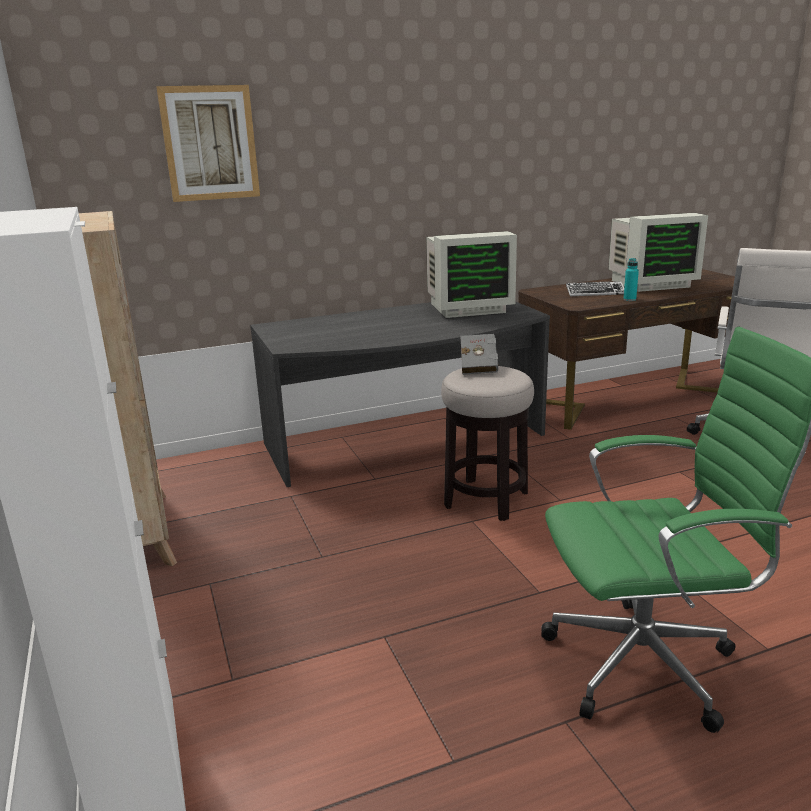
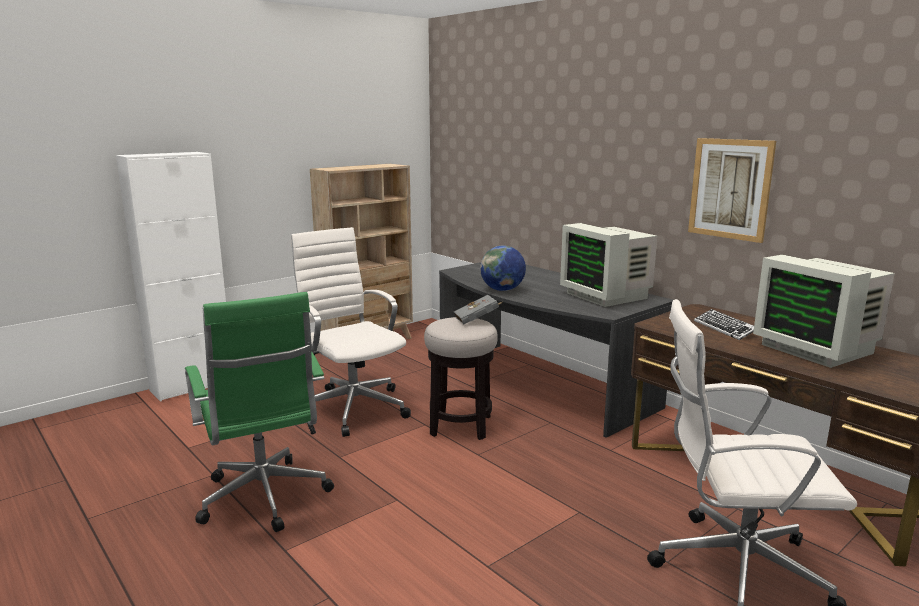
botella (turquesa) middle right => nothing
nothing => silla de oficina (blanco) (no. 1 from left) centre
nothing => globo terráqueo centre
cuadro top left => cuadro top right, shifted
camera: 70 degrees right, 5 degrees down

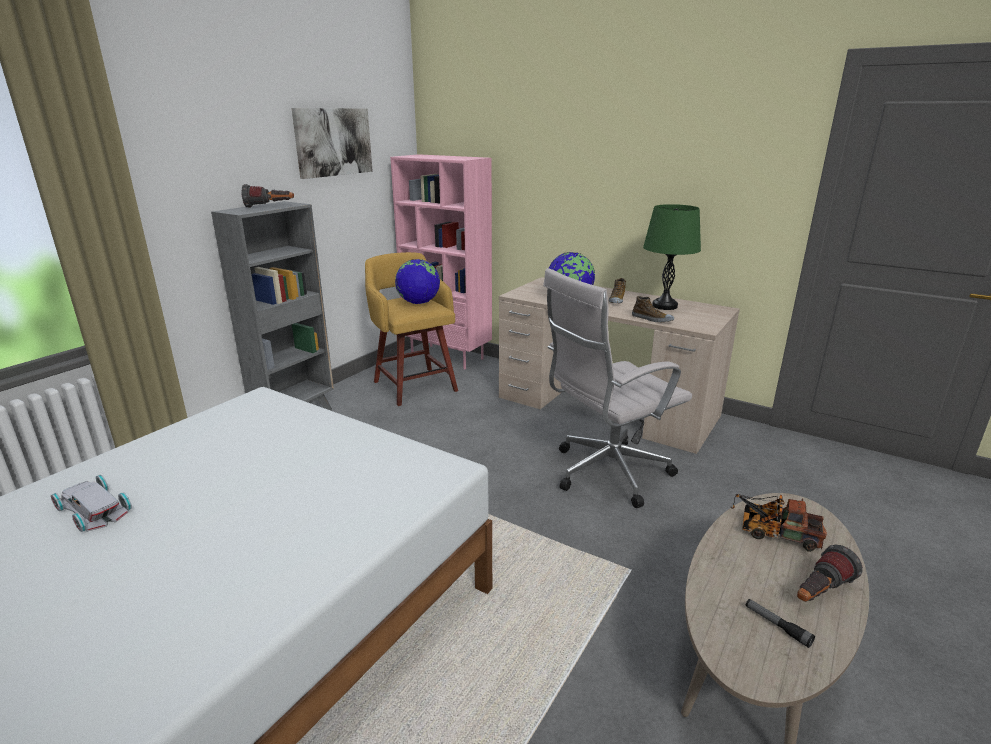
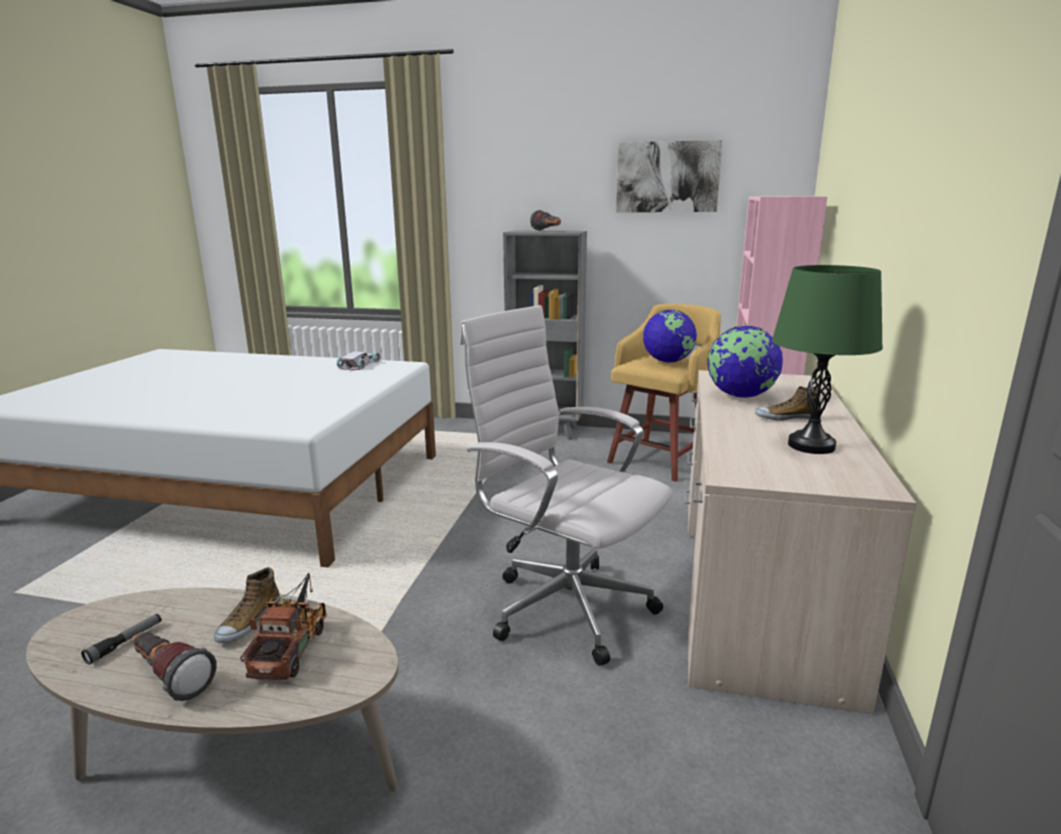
coche de juguete (blanco) bottom left => coche de juguete (blanco) centre, shifted
zapato (no. 2 from left in the first image) centre => zapato (no. 1 from left) bottom left, shifted
camera: 70 degrees right, 5 degrees down

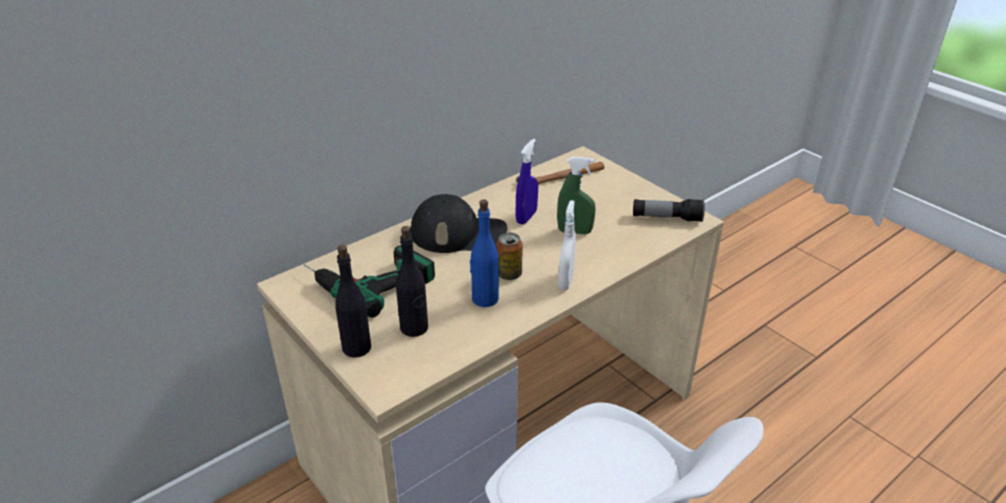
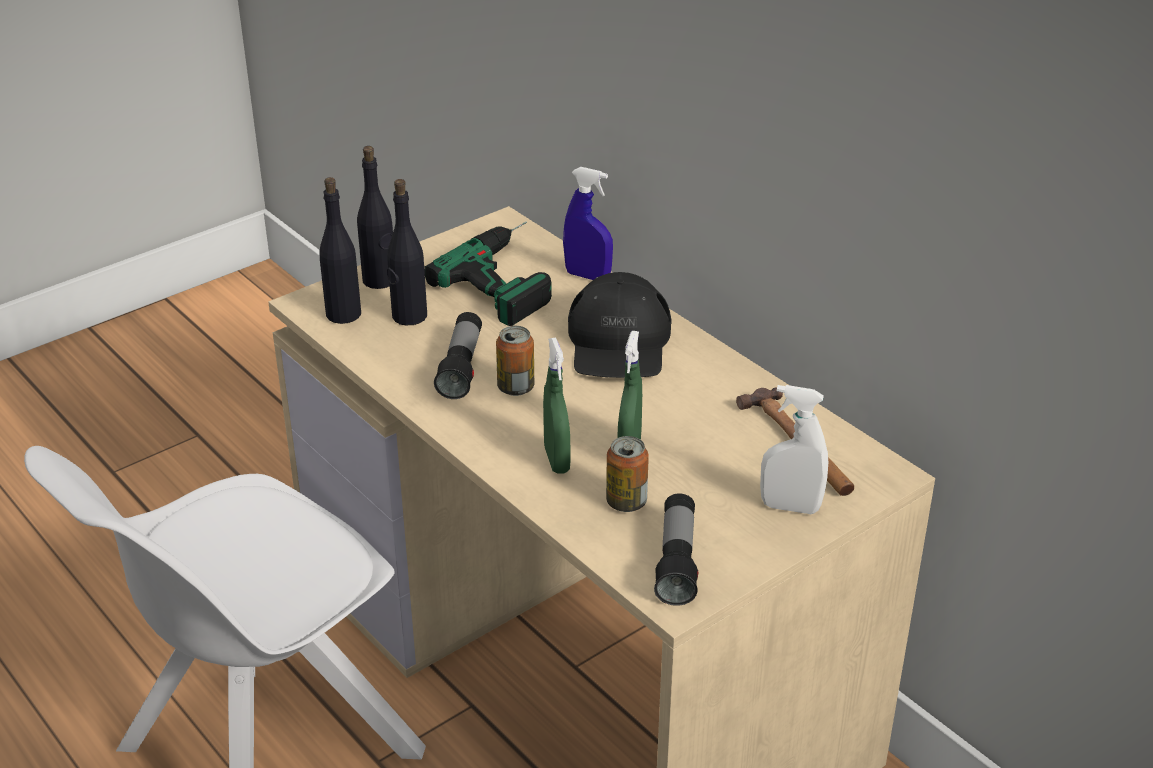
nothing => botella (negro) (no. 1 from left) top left
nothing => pulverizador (verde) (no. 1 from left) centre
nothing => lata (no. 2 from left) centre
pulverizador (azul) centre => pulverizador (azul) top centre, shifted
pulverizador (blanco) centre => pulverizador (blanco) middle right, shifted
botella (azul) centre => linterna (no. 1 from left) centre
camera: 90 degrees right, 0 degrees up

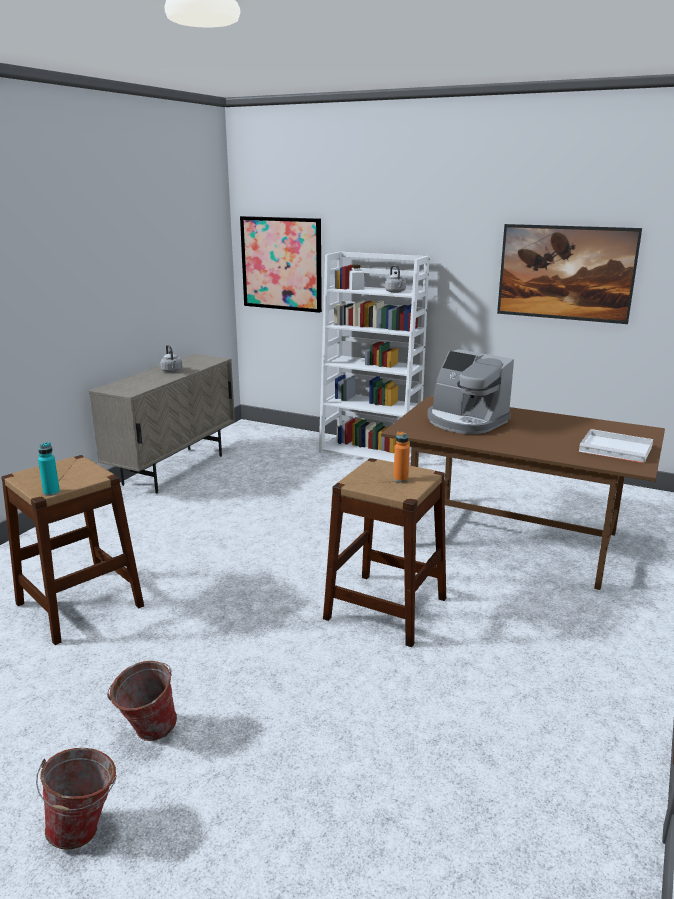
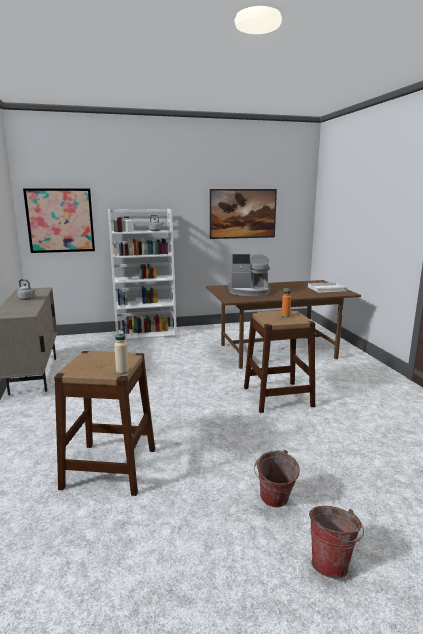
botella (turquesa) middle left => botella (beis) middle left
camera: 40 degrees left, 5 degrees down

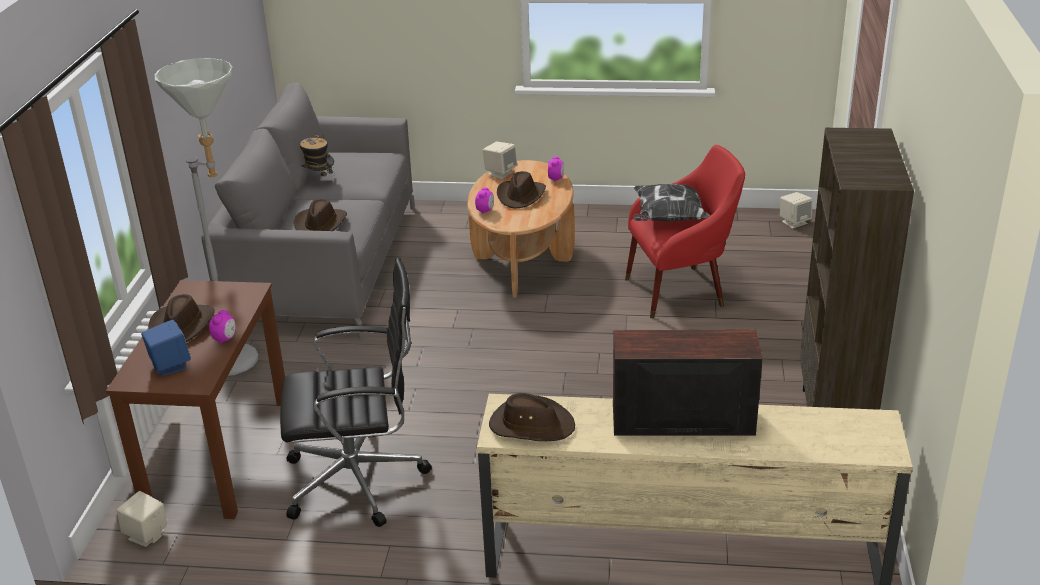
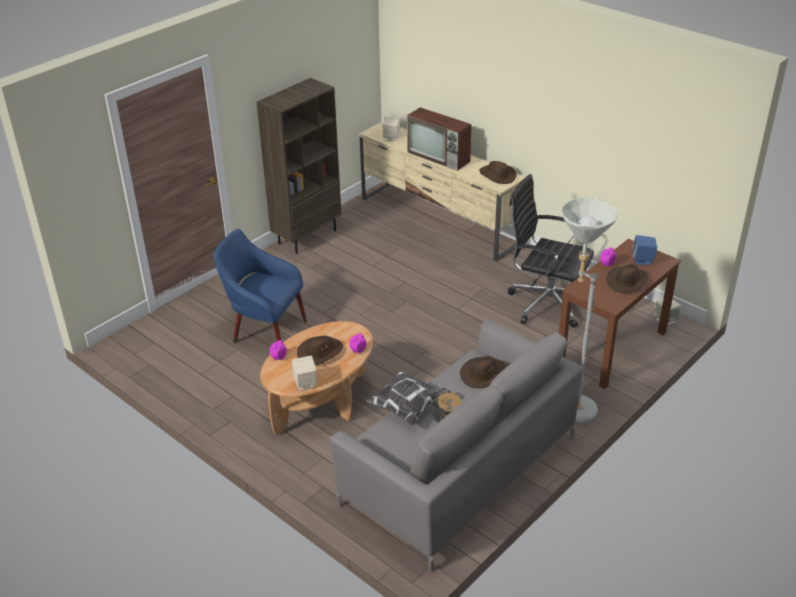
cojín centre => cojín bottom centre, shifted
altavoz (beis) (no. 3 from left in the first image) middle right => altavoz (beis) (no. 2 from left) top centre, shifted
sillón (rojo) centre => sillón (azul) middle left
camera: 145 degrees left, 5 degrees up

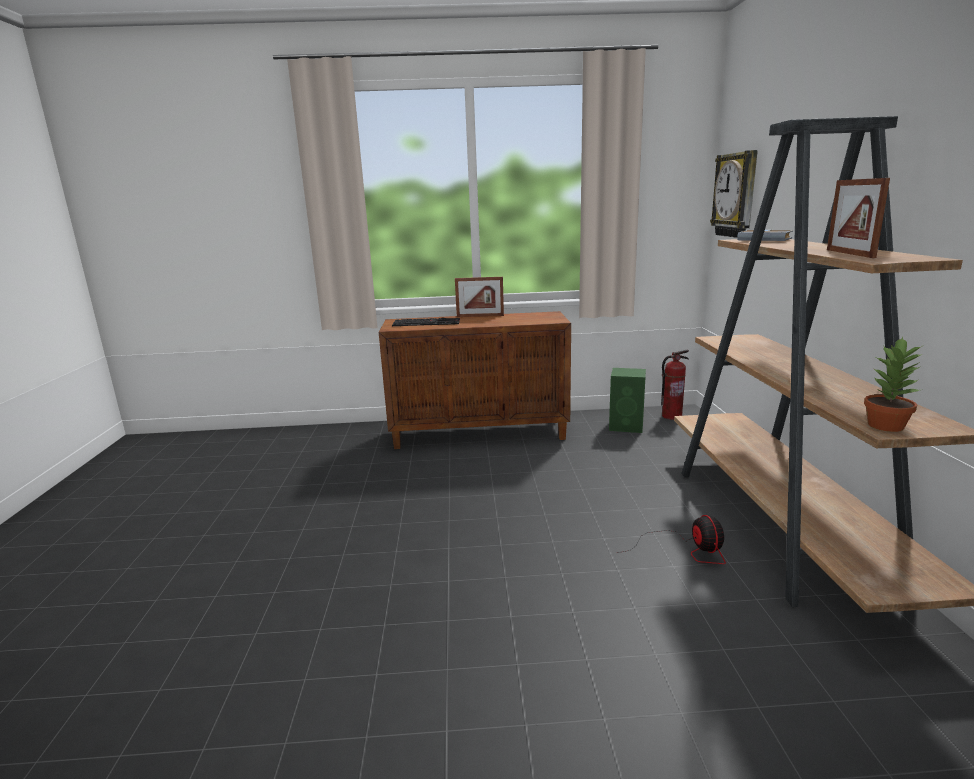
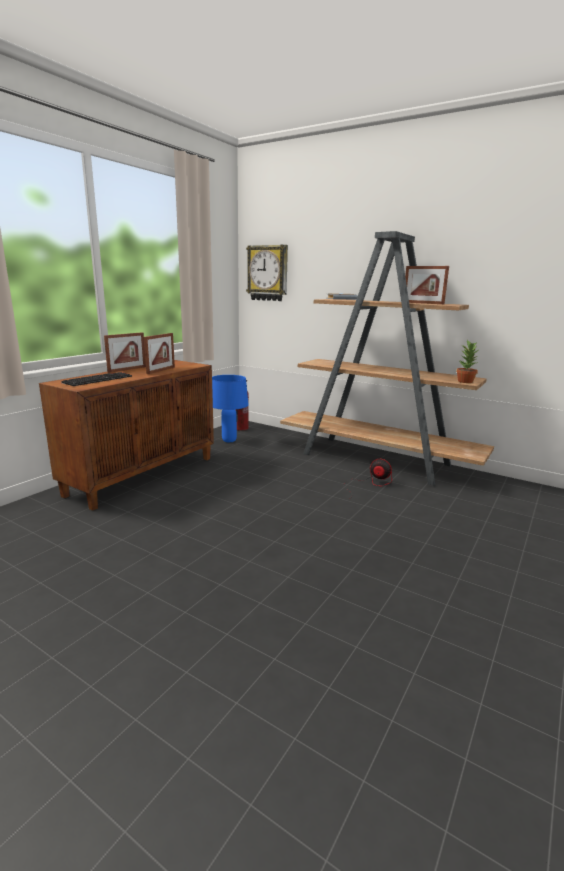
nothing => portarretratos (no. 2 from left) middle left
altavoz (verde) centre => lámpara de mesa (azul) centre
camera: 55 degrees left, 0 degrees up

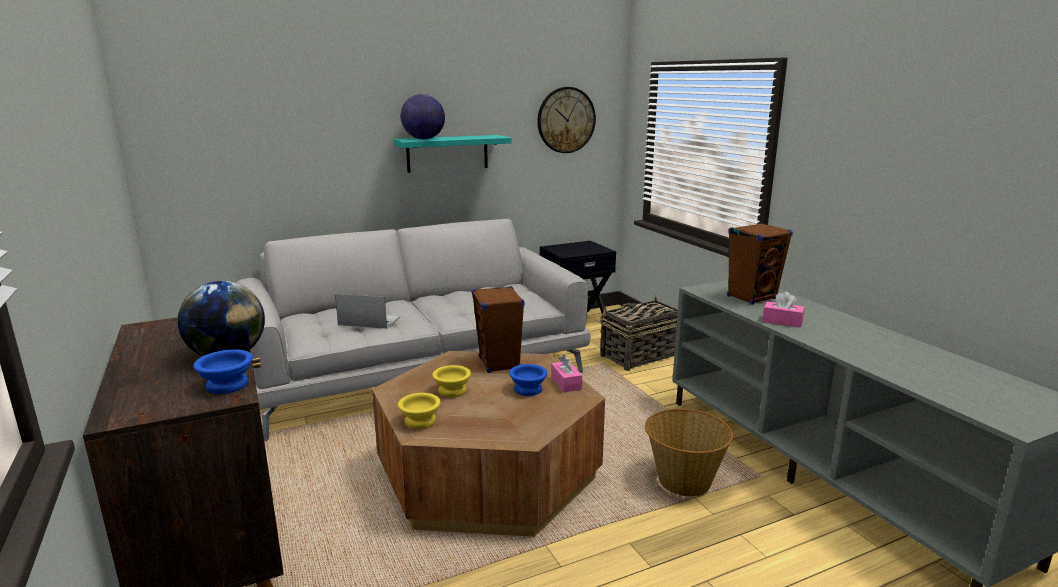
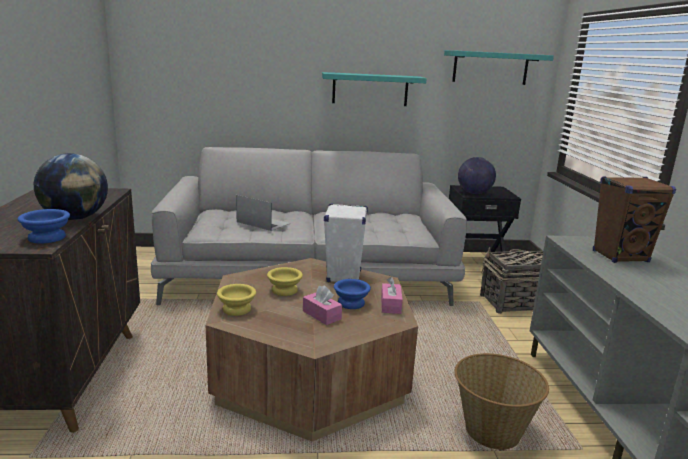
globo terráqueo (no. 2 from left) top centre => globo terráqueo (no. 2 from left) middle right, shifted
caja de pañuelos (rosa) (no. 2 from left in the first image) middle right => caja de pañuelos (rosa) (no. 1 from left) centre, shifted
reloj de pared top centre => estante (turquesa) (no. 2 from left) top right
altavoz (marrón) (no. 1 from left) centre => altavoz (blanco) centre
camera: 20 degrees right, 0 degrees up

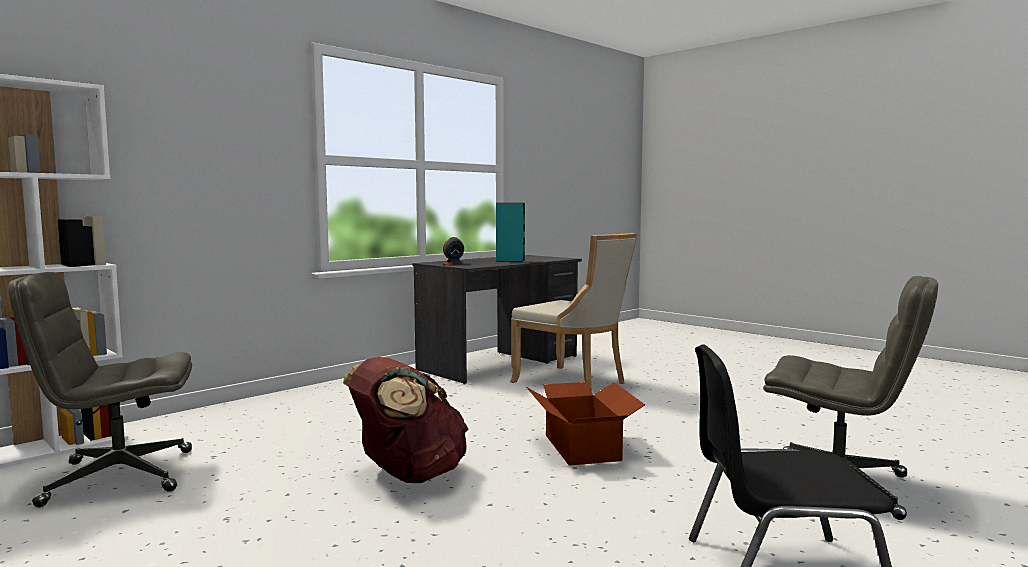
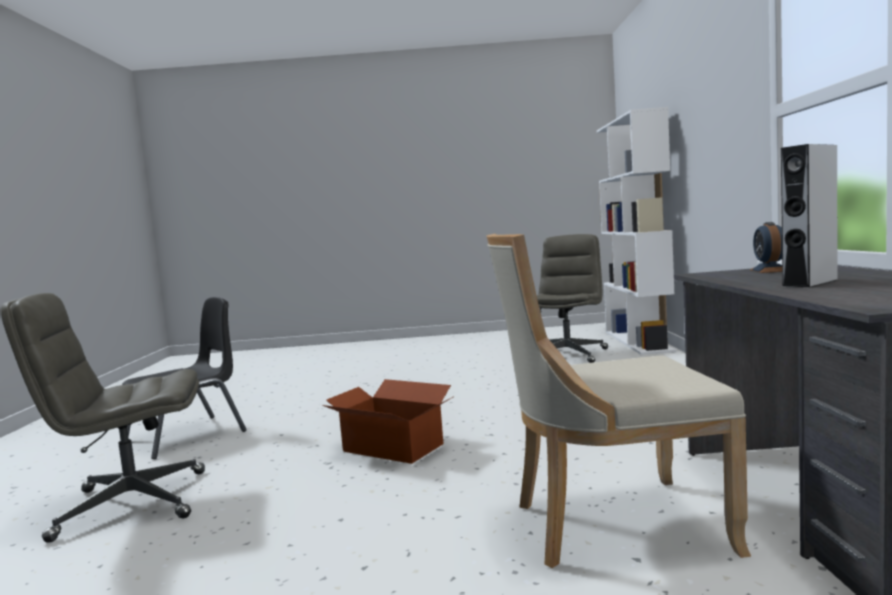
mochila (marrón) bottom centre => nothing
altavoz (turquesa) centre => altavoz (gris) middle right
camera: 135 degrees right, 0 degrees up

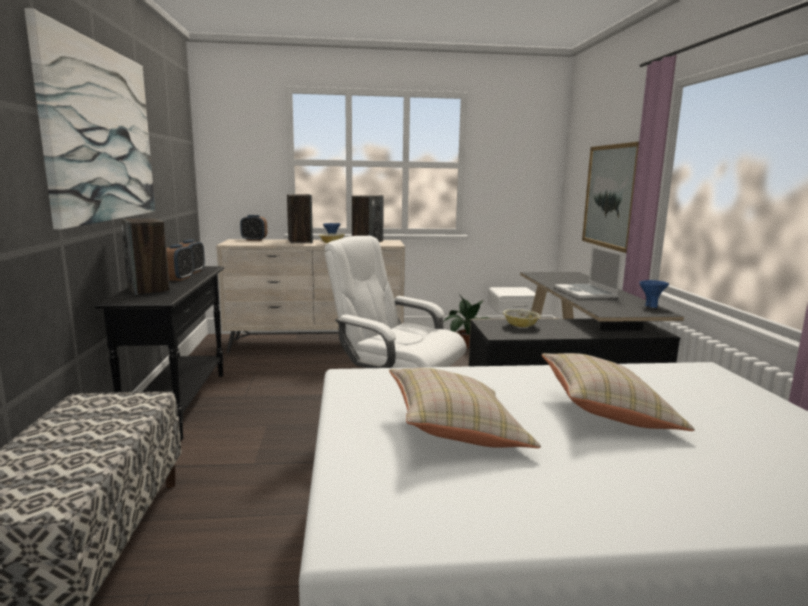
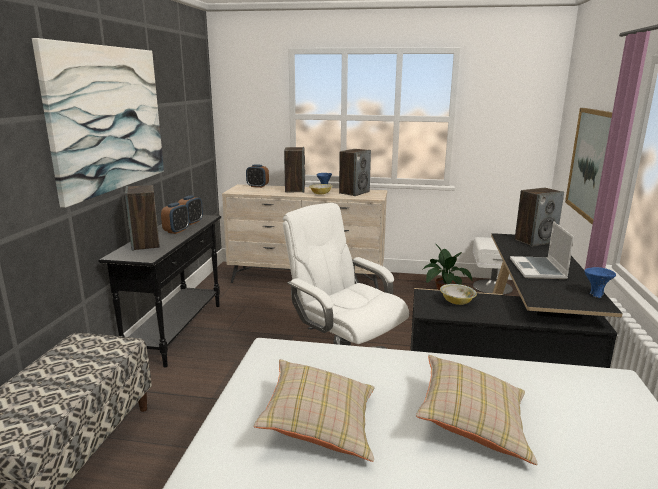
nothing => altavoz (no. 4 from left) middle right
camera: 15 degrees right, 5 degrees up

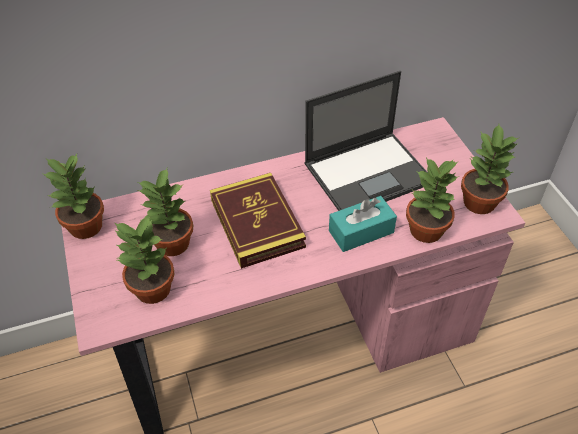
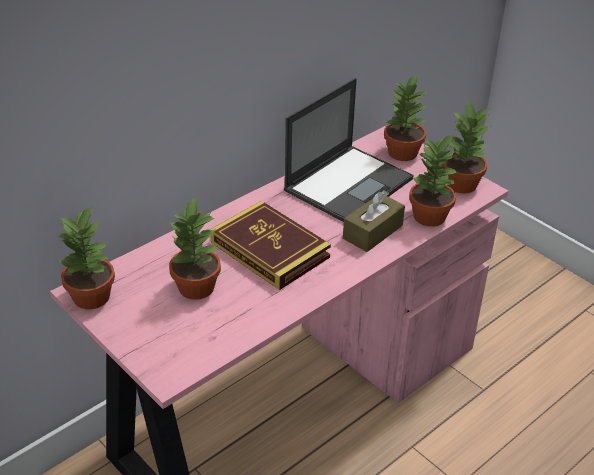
planta en maceta (no. 2 from left in the first image) middle left => planta en maceta (no. 3 from left) top right, shifted
caja de pañuelos (turquesa) centre => caja de pañuelos (marrón) centre
camera: 25 degrees left, 10 degrees down

